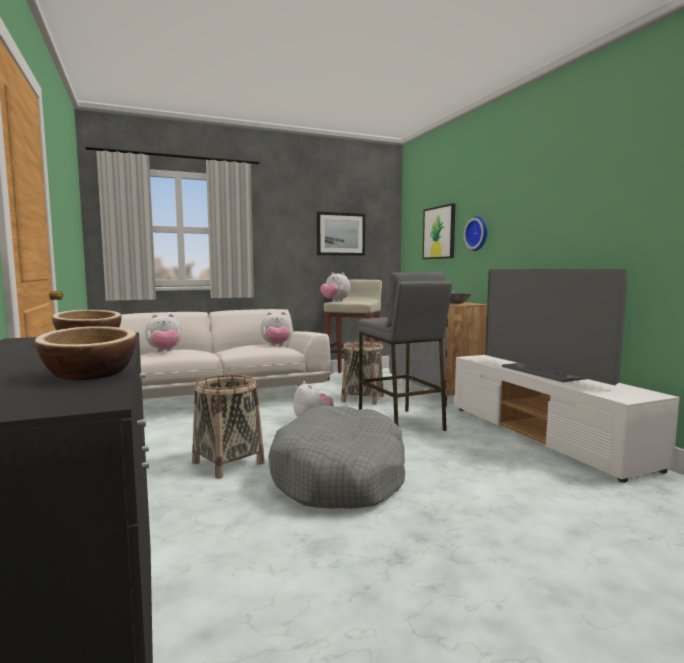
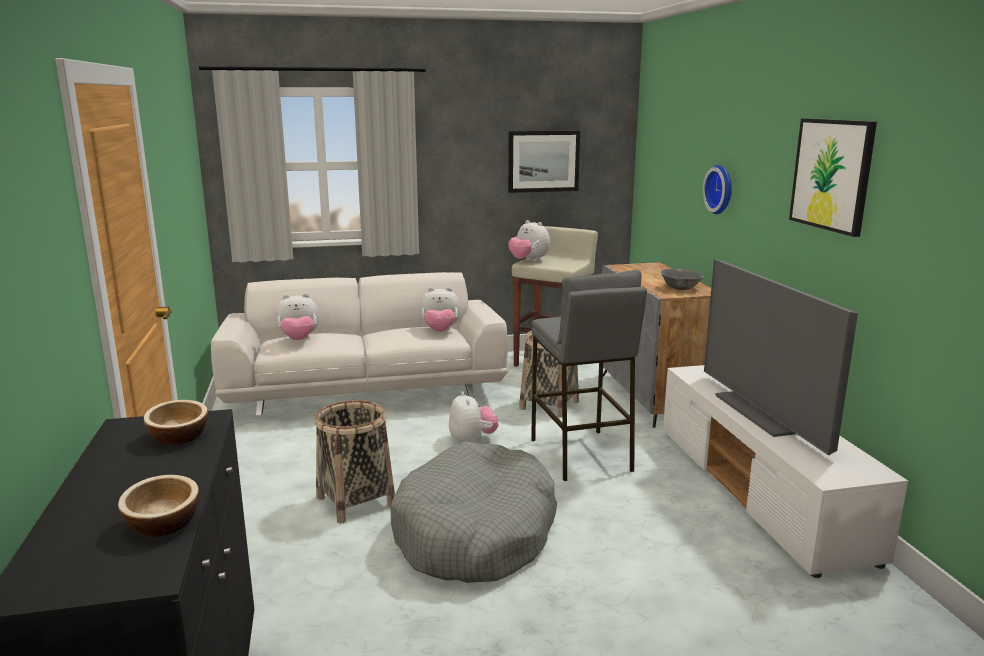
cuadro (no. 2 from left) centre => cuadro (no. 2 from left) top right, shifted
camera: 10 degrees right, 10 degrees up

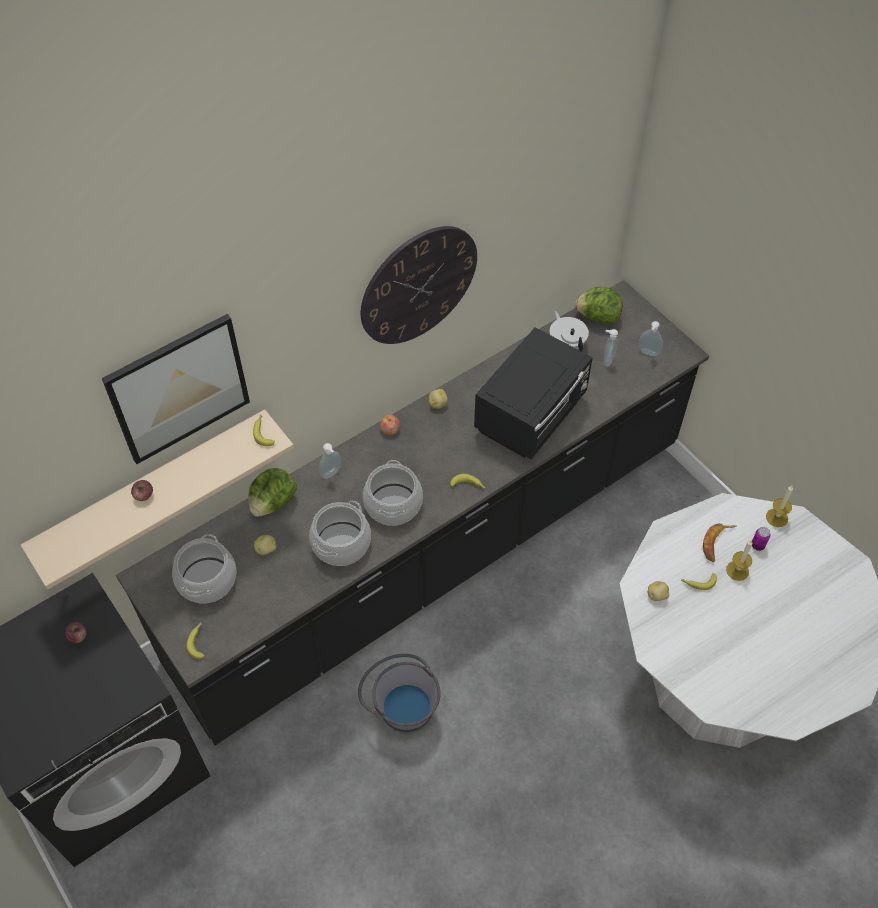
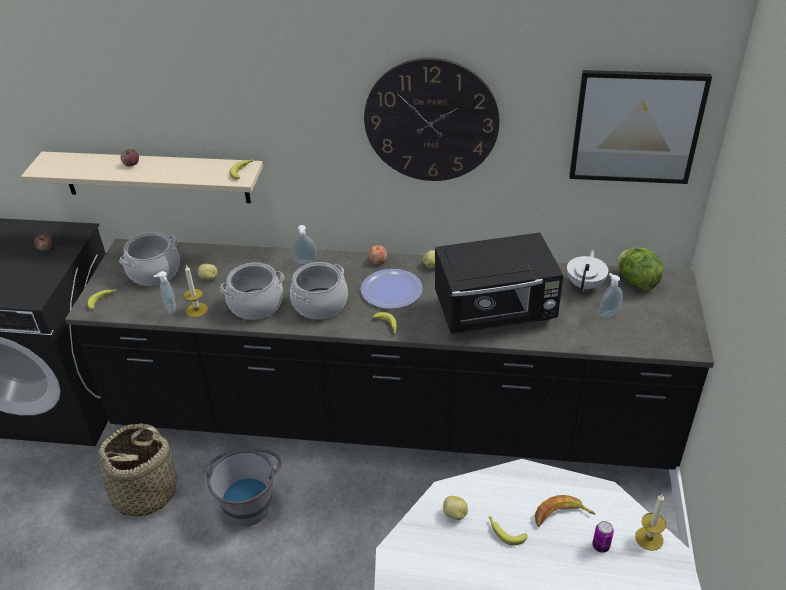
lechuga (no. 1 from left) middle left => nothing
nothing => cesta bottom left
nothing => plato centre
cuadro middle left => cuadro top right, shifted
dispensador de jabón (no. 3 from left in the first image) middle right => dispensador de jabón (no. 1 from left) middle left, shifted
vela (no. 1 from left) middle right => vela (no. 1 from left) middle left, shifted
camera: 45 degrees right, 15 degrees down

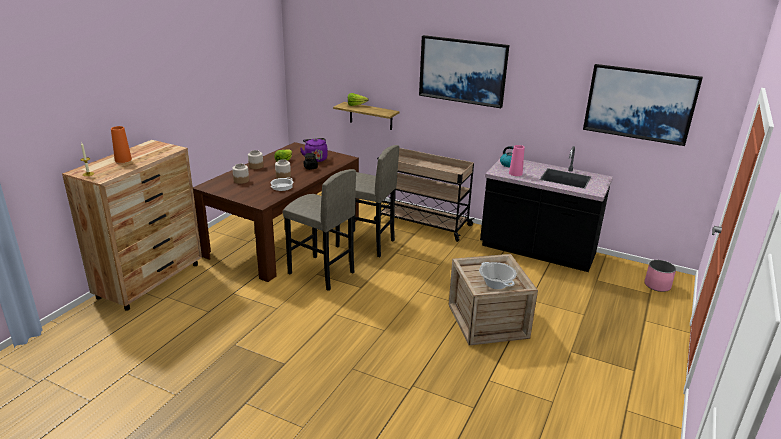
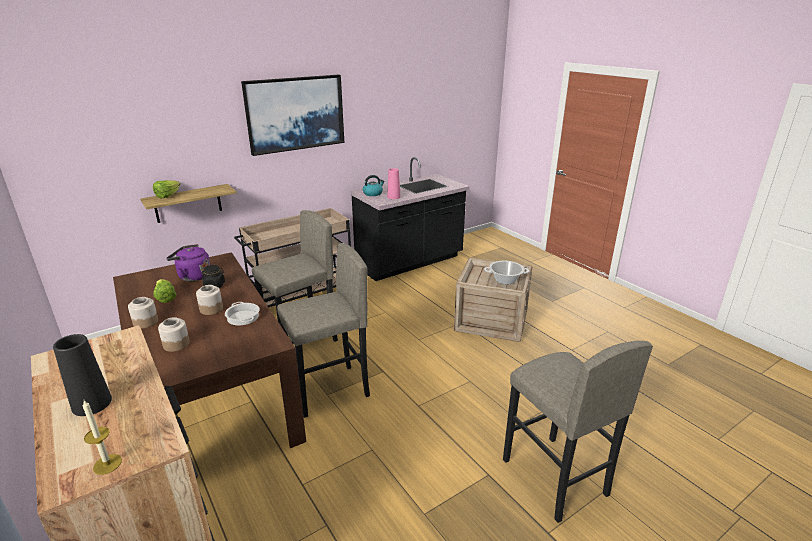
cuadro (no. 2 from left) top right => nothing
maceta (rosa) middle right => nothing
nothing => taburete (gris) (no. 3 from left) bottom right
florero (naranja) top left => florero (negro) bottom left
camera: 60 degrees left, 0 degrees up

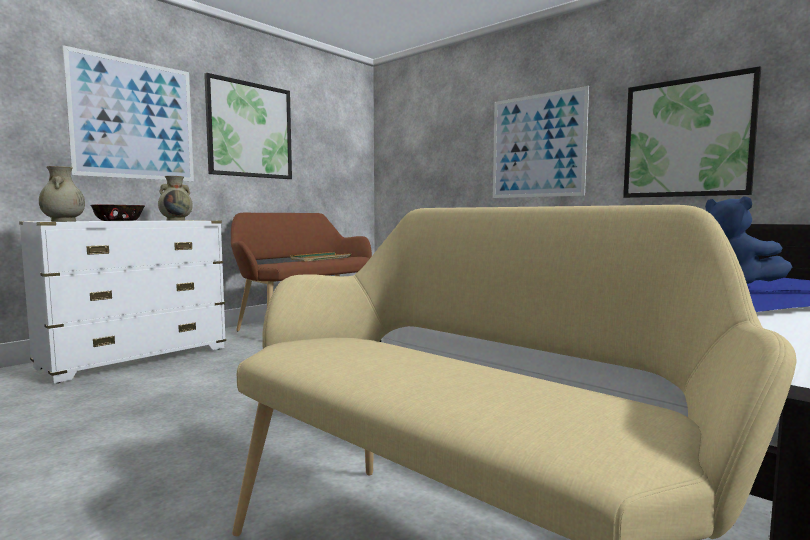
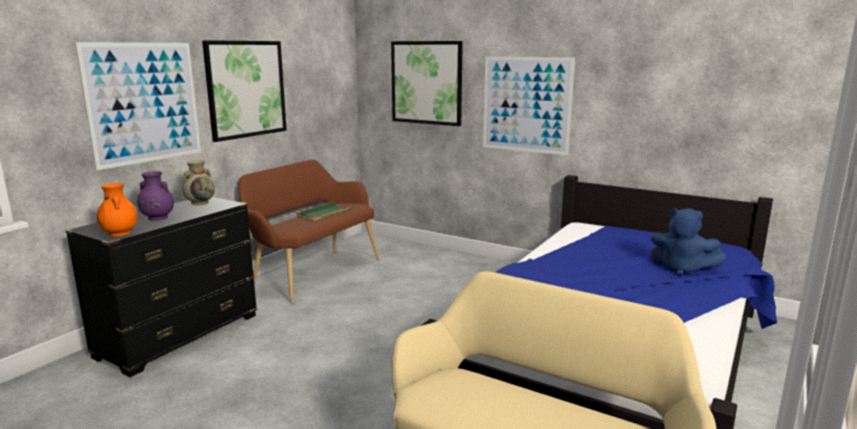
cuadro (no. 4 from left in the first image) top right => cuadro (no. 3 from left) top centre, shifted
cuenco middle left => florero (morado) middle left
cómoda (blanco) middle left => cómoda (negro) bottom left
florero (beis) (no. 1 from left) middle left => florero (naranja) middle left
camera: 10 degrees left, 10 degrees up

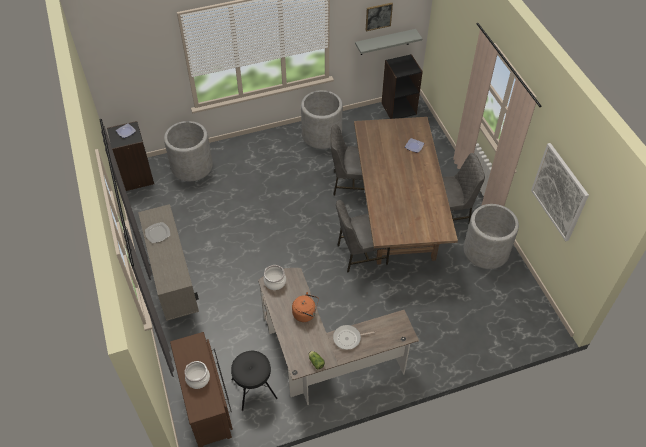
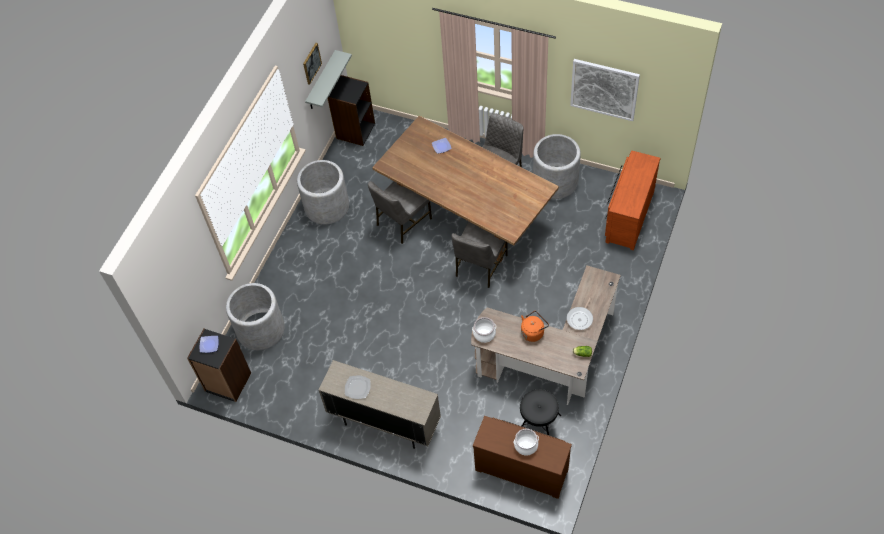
nothing => cómoda (marrón) (no. 2 from left) middle right
camera: 45 degrees left, 5 degrees up

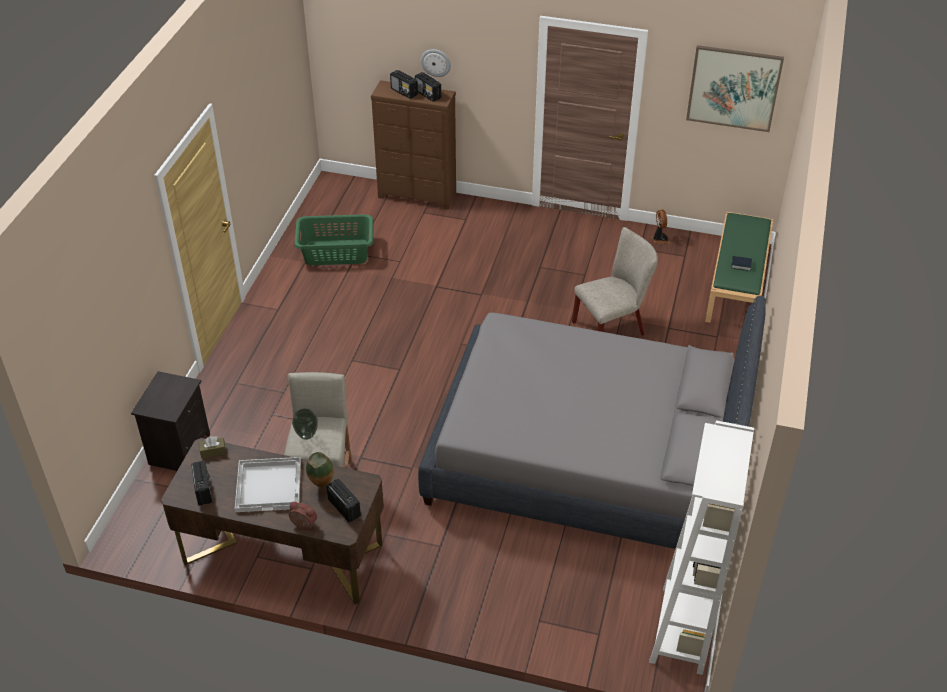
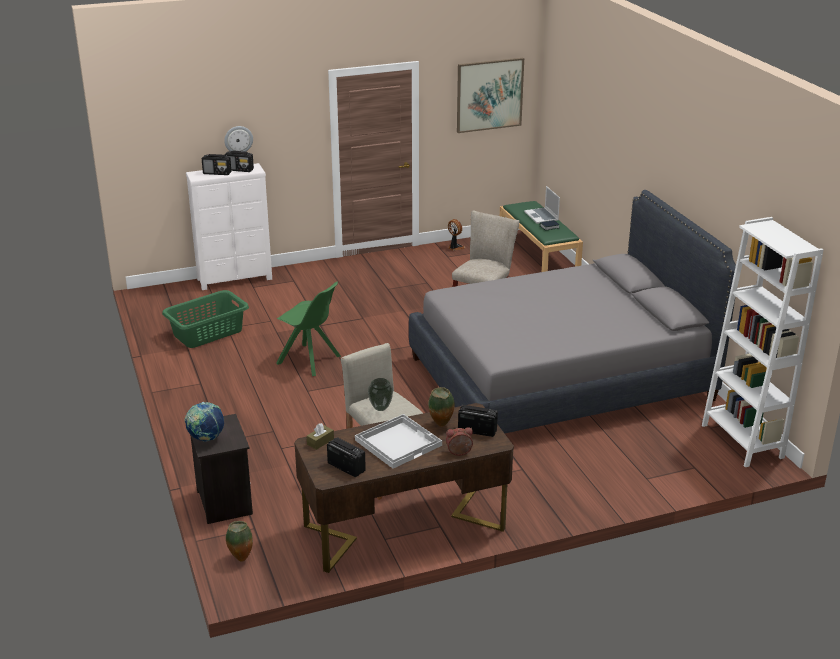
nothing => globo terráqueo middle left
nothing => florero (no. 1 from left) bottom left
nothing => silla (verde) centre
nothing => portátil top centre
cómoda (marrón) top centre => cómoda (blanco) middle left
camera: 35 degrees left, 15 degrees down

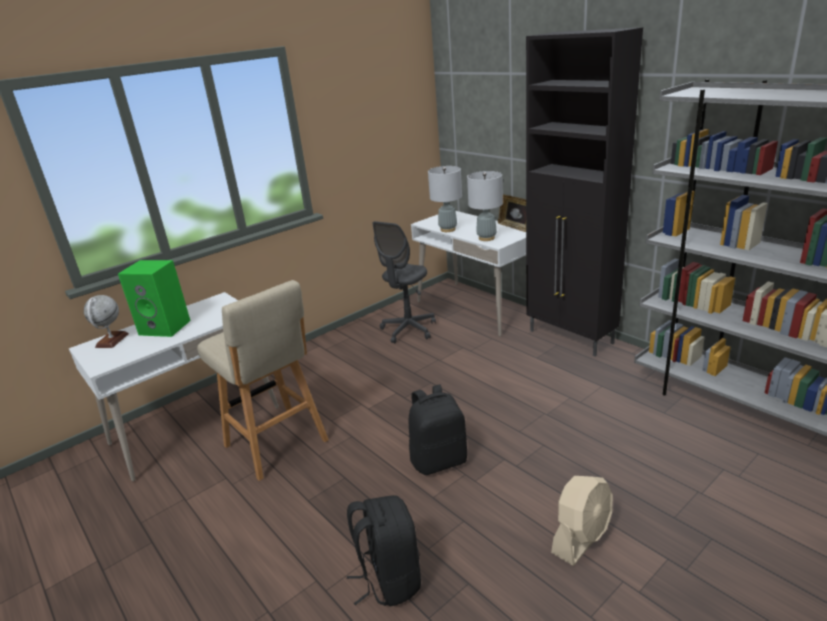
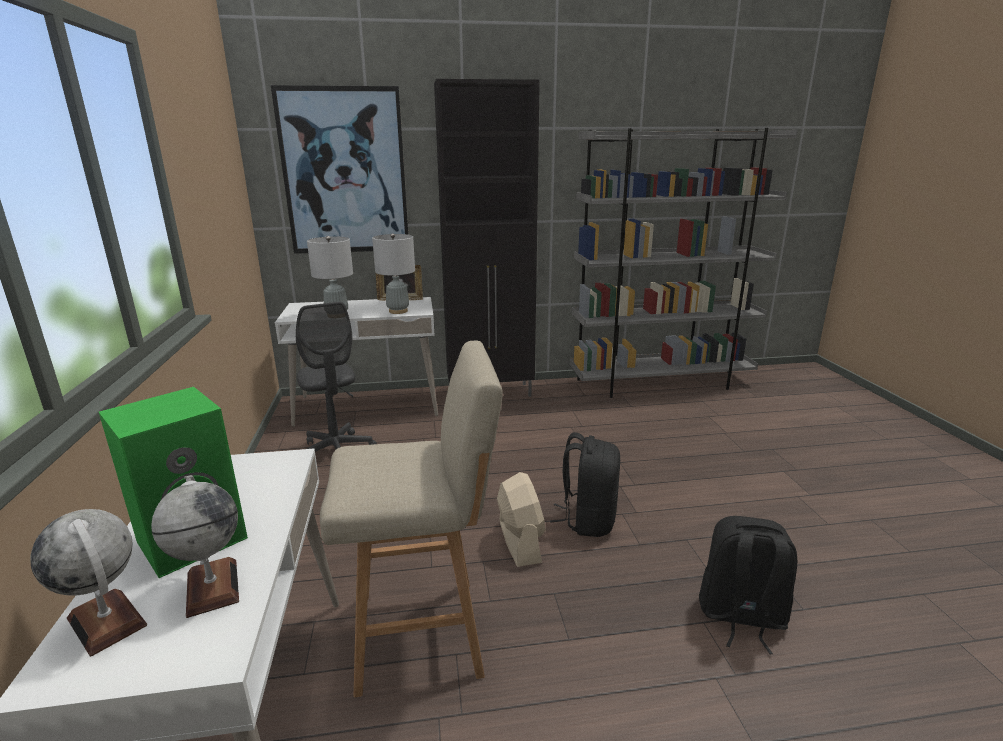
nothing => globo terráqueo (no. 2 from left) bottom left
nothing => cuadro top centre
ventilador (beis) bottom right => ventilador (beis) bottom centre, shifted
camera: 60 degrees left, 5 degrees down

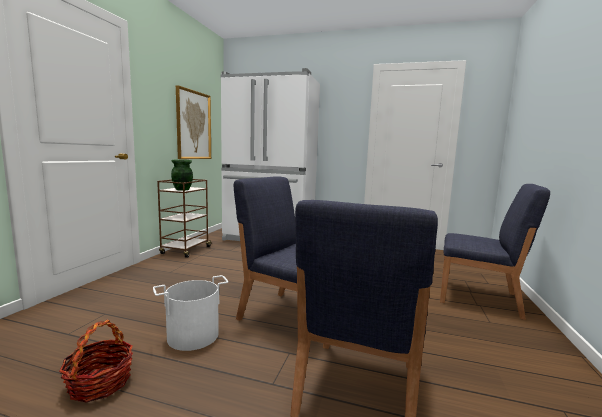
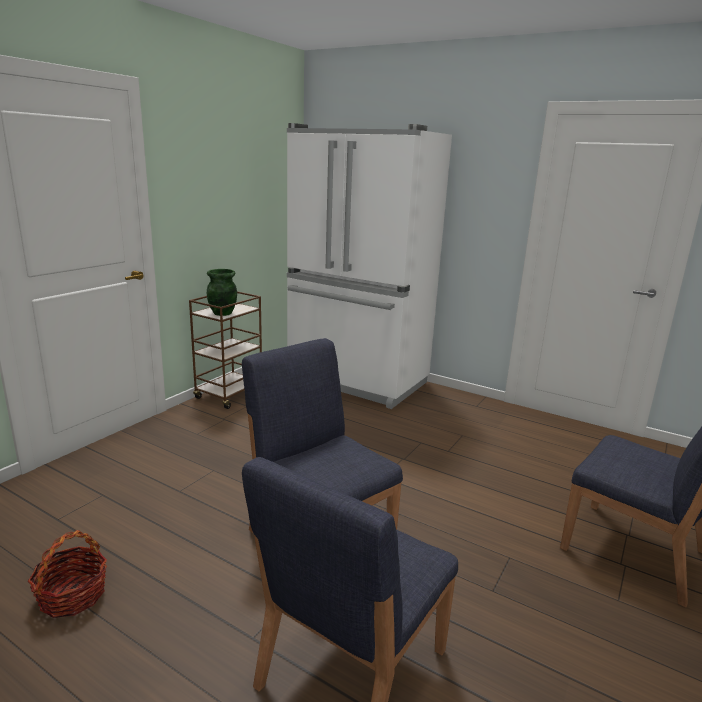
cubo (blanco) bottom left => nothing
cuadro top left => nothing
camera: 15 degrees right, 10 degrees up

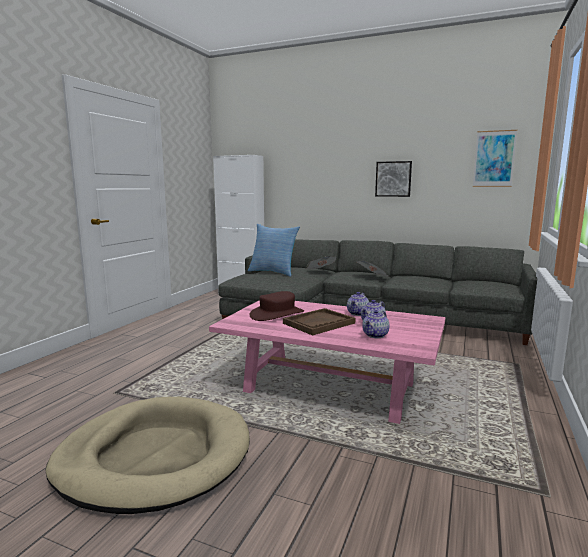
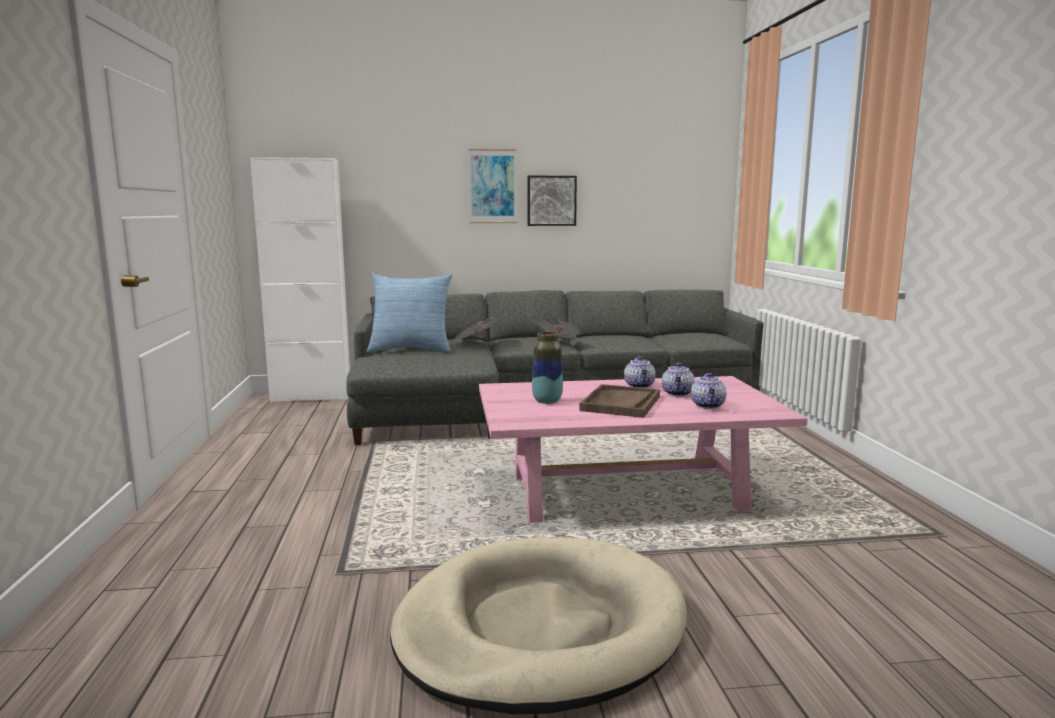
cuadro (no. 2 from left in the first image) top right => cuadro (no. 1 from left) top centre, shifted
sombrero (marrón) centre => florero centre
camera: 30 degrees left, 0 degrees up

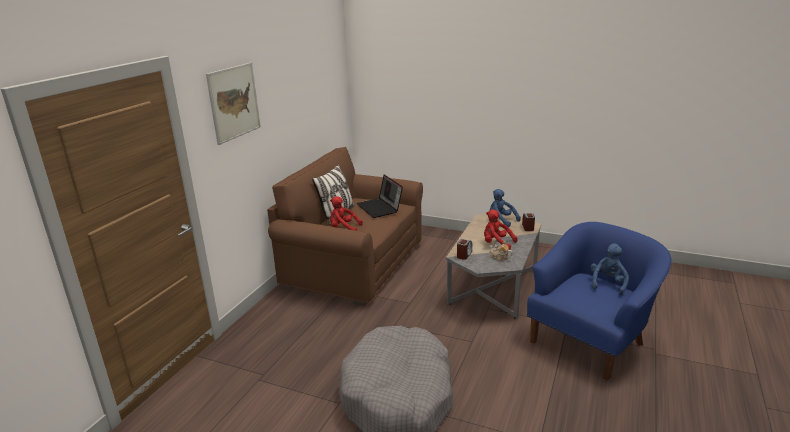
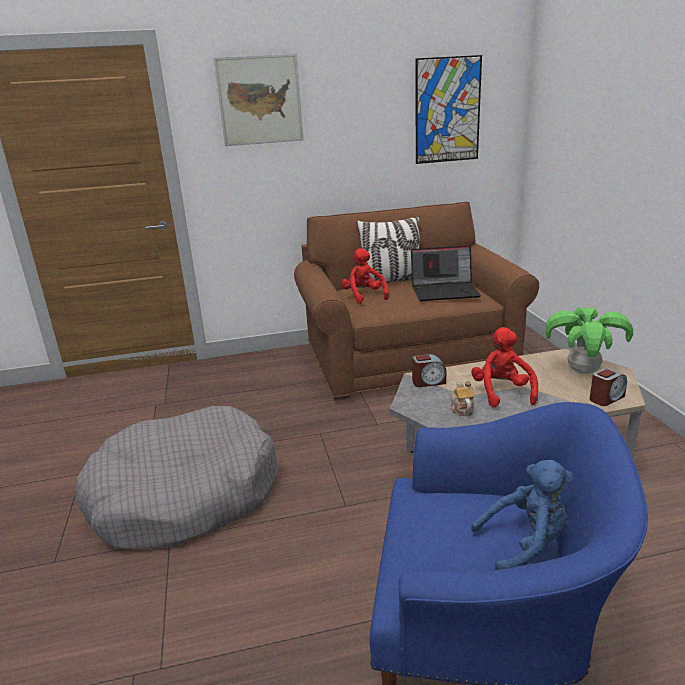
nothing => cuadro (no. 2 from left) top centre
peluche (azul) (no. 1 from left) centre => planta en maceta middle right
portátil centre, 120 degrees counterclockwise
camera: 55 degrees right, 0 degrees up

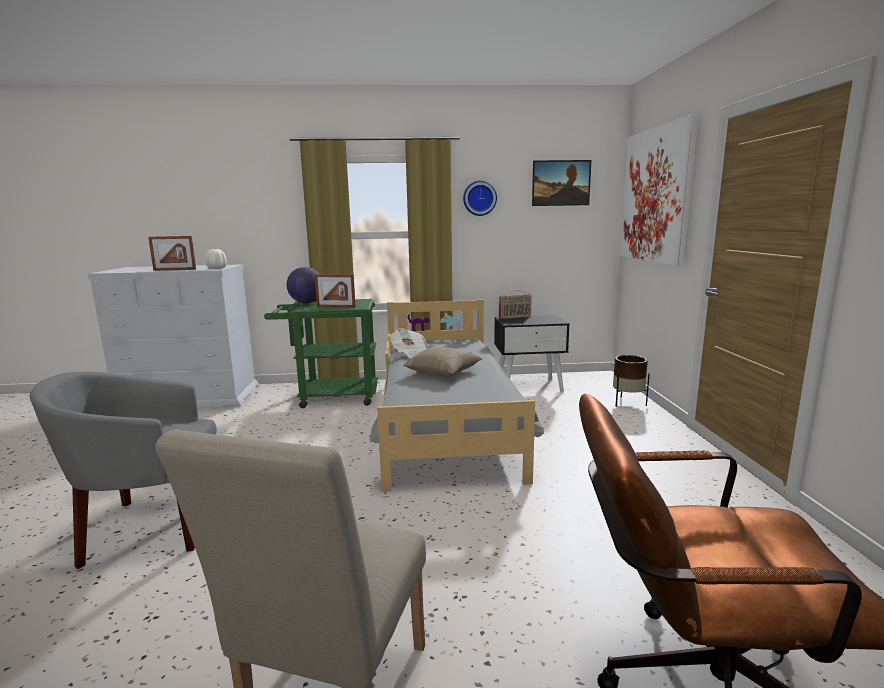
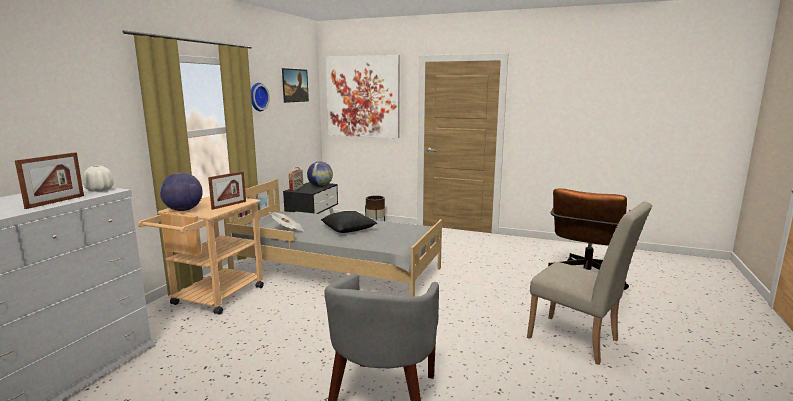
nothing => globo terráqueo (no. 2 from left) centre
carrito (verde) centre => carrito (beis) middle left
cojín (beis) centre => cojín (negro) centre
camera: 65 degrees left, 0 degrees up

